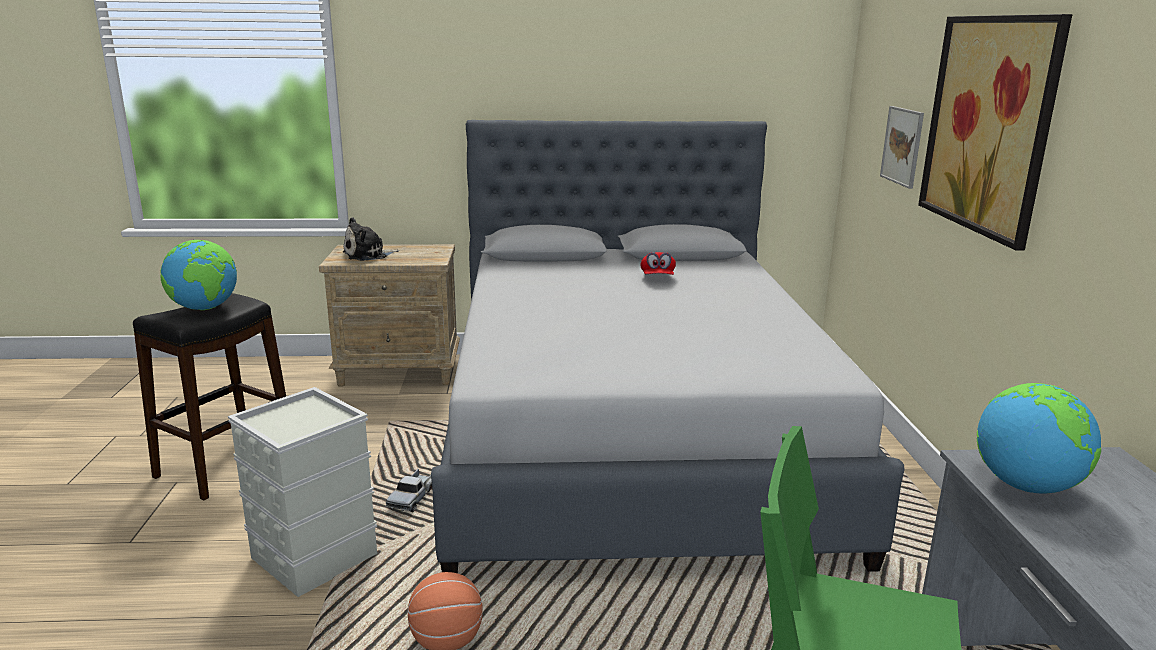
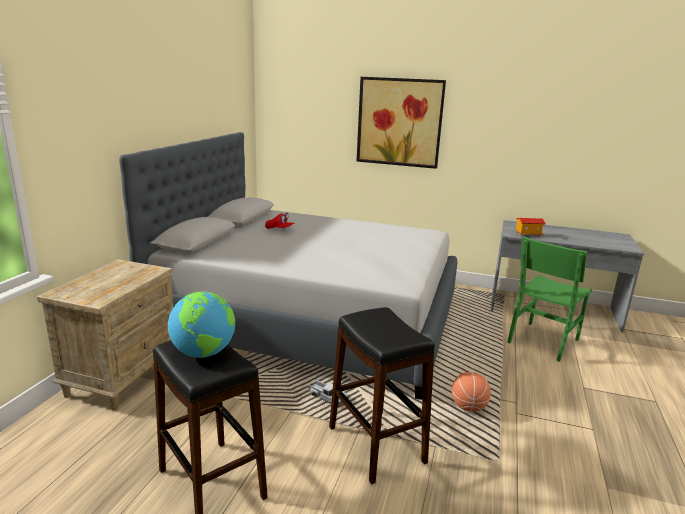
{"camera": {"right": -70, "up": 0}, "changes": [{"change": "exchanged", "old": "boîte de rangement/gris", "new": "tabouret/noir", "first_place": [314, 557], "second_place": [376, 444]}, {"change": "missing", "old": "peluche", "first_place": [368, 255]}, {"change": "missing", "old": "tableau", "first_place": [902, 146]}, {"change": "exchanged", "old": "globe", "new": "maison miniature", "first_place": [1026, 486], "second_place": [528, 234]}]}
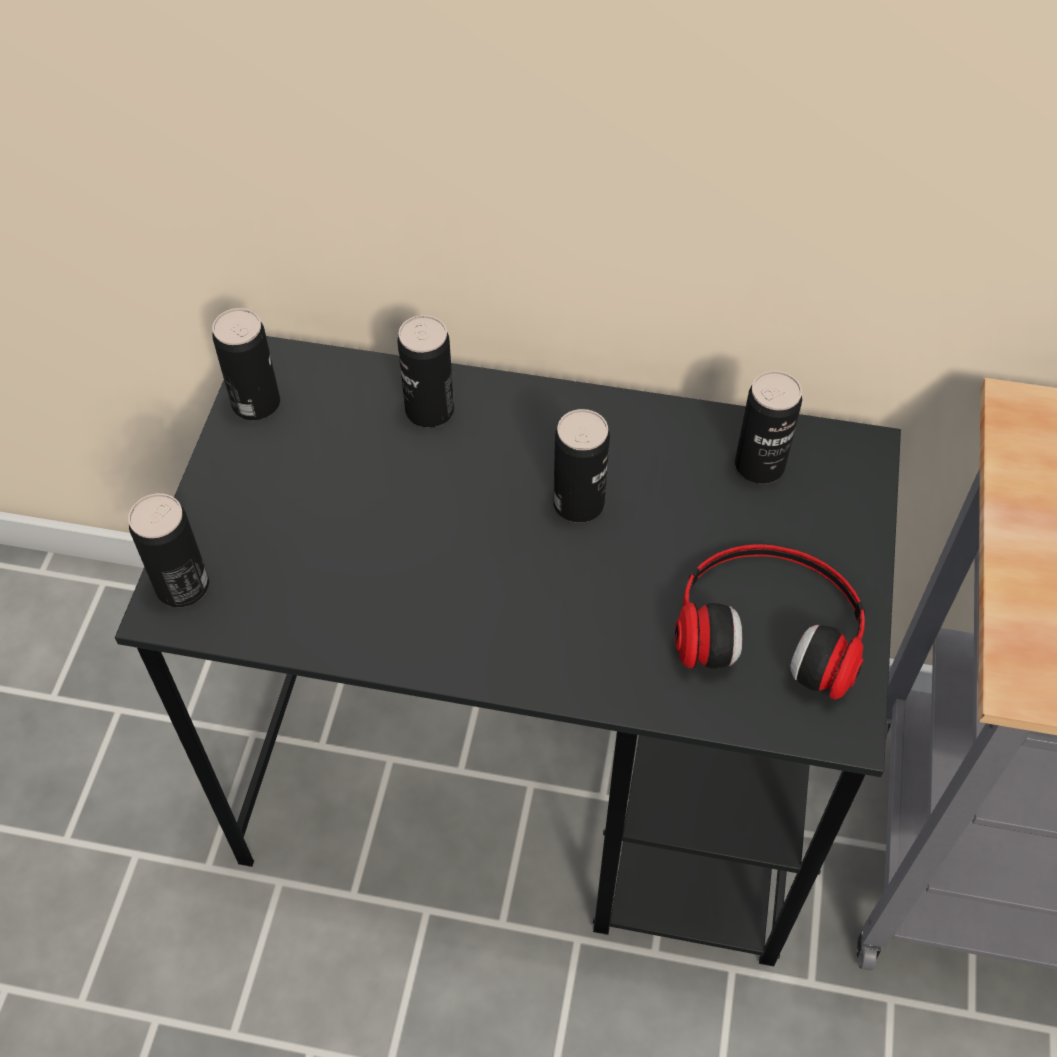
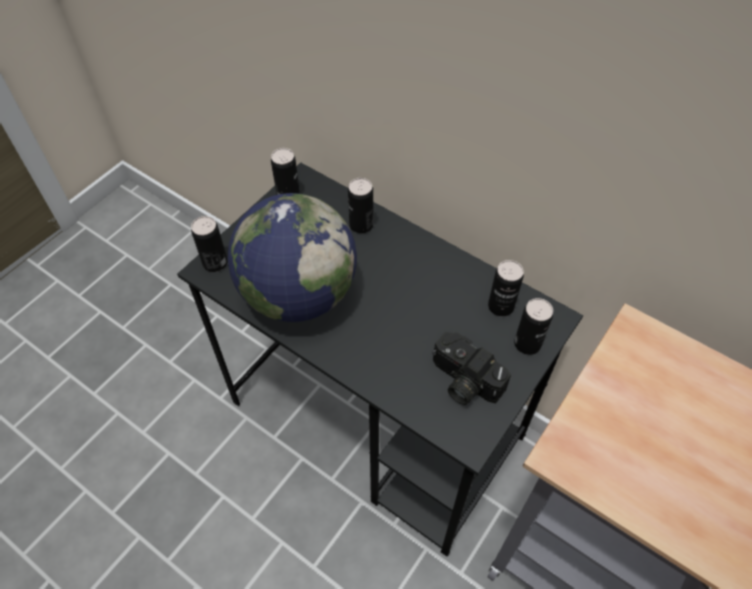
{"camera": {"right": 25, "up": 0}, "changes": [{"change": "relocated", "old": "boîte métallique", "first_place": [578, 503], "second_place": [527, 343]}, {"change": "exchanged", "old": "casque audio", "new": "appareil photo", "first_place": [769, 623], "second_place": [463, 381]}, {"change": "appeared", "new": "globe", "second_place": [298, 294]}]}
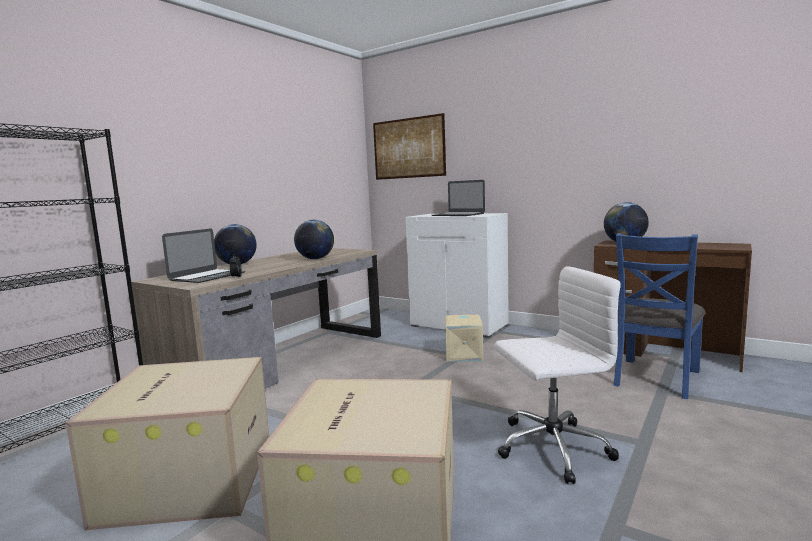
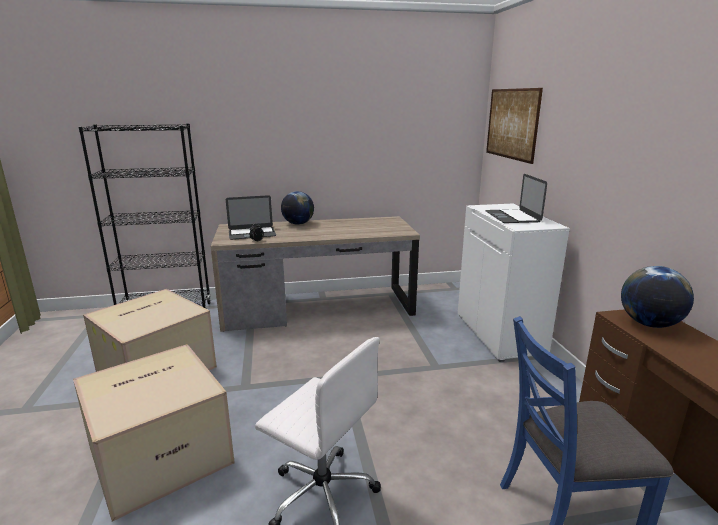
{"camera": {"right": 45, "up": 10}, "changes": [{"change": "missing", "old": "globe", "first_place": [315, 259]}, {"change": "missing", "old": "boîte de rangement/beige", "first_place": [463, 354]}]}
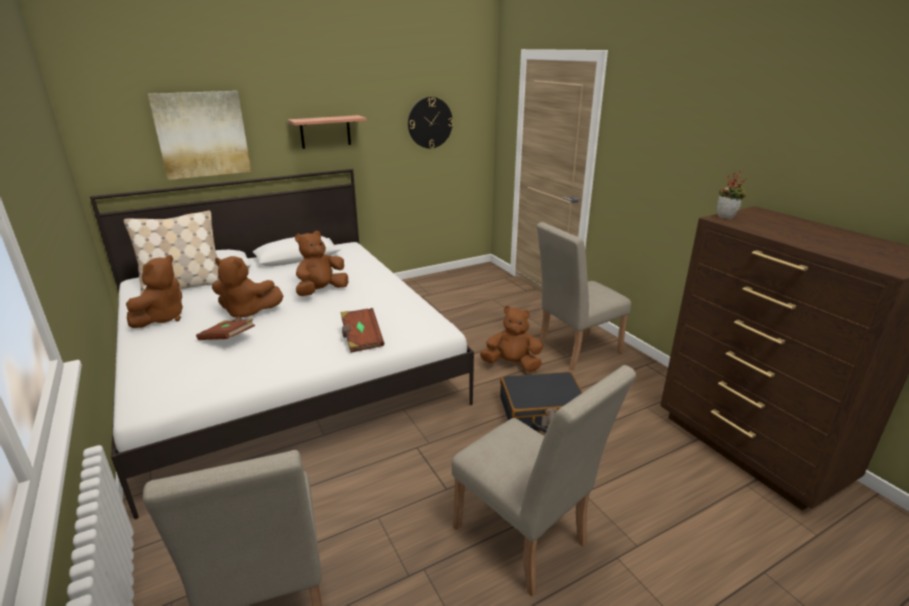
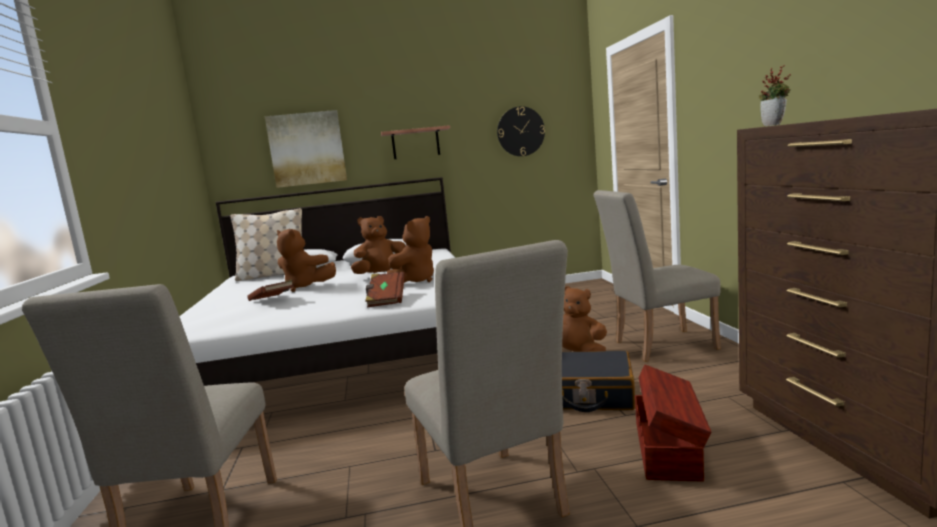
{"camera": {"right": 20, "up": -15}, "changes": [{"change": "relocated", "old": "peluche/marron", "first_place": [162, 318], "second_place": [415, 281]}, {"change": "appeared", "new": "boîte de rangement/marron", "second_place": [668, 449]}]}
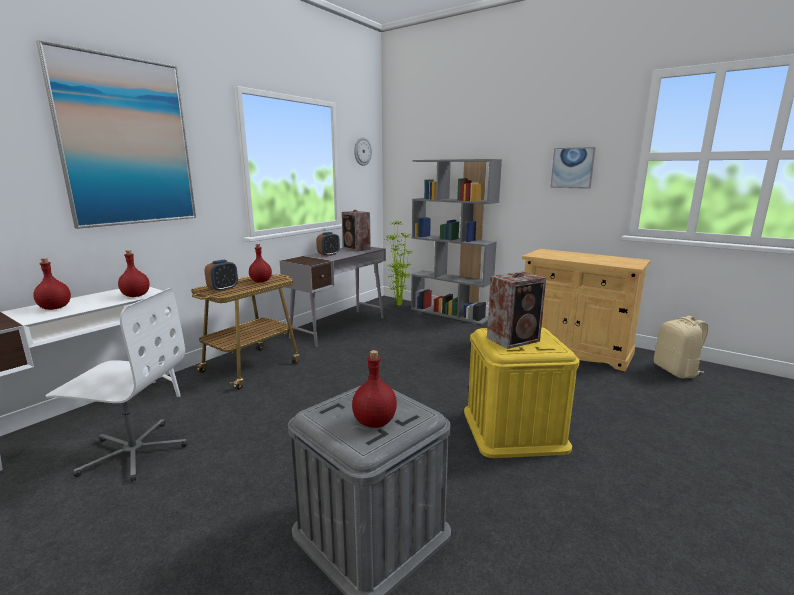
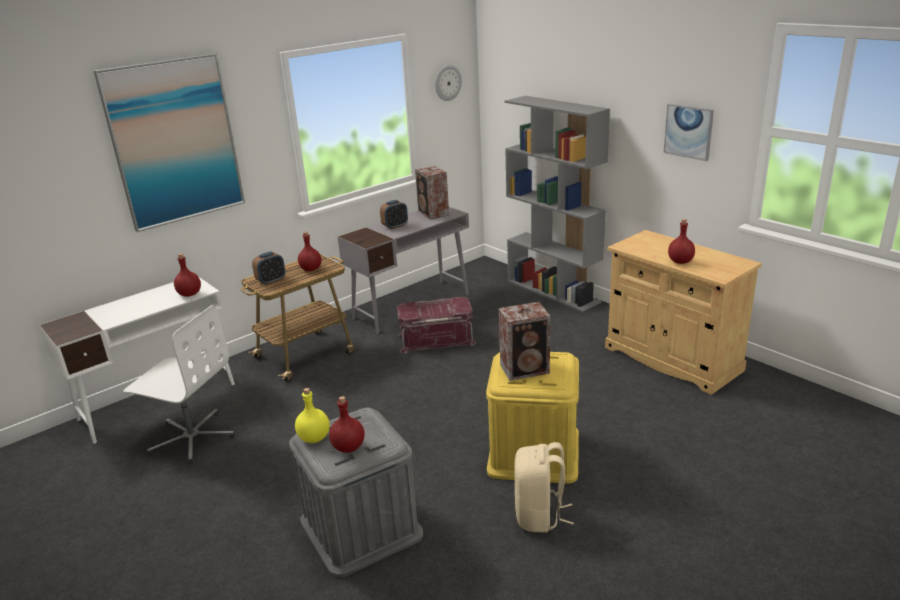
{"camera": {"right": 15, "up": 10}, "changes": [{"change": "relocated", "old": "bouteille/rouge", "first_place": [55, 308], "second_place": [680, 261]}, {"change": "missing", "old": "plante en pot", "first_place": [398, 304]}, {"change": "relocated", "old": "sac à dos/beige", "first_place": [676, 371], "second_place": [539, 515]}, {"change": "appeared", "new": "bouteille/jaune", "second_place": [315, 438]}, {"change": "appeared", "new": "boîte de rangement/rouge", "second_place": [436, 339]}]}
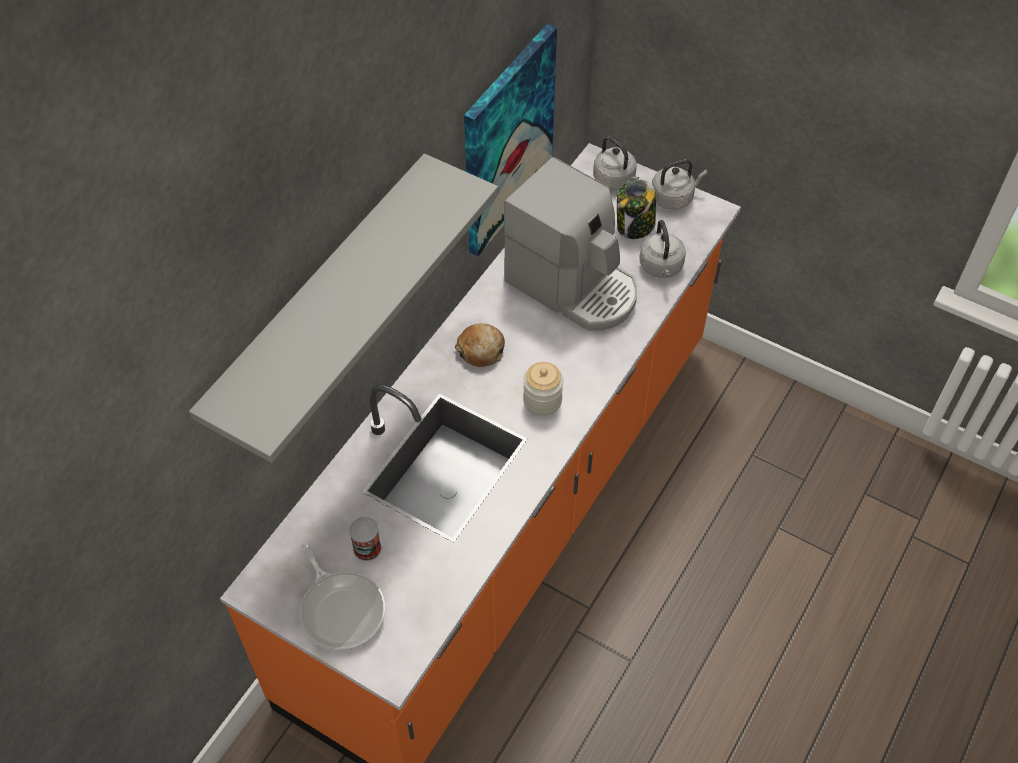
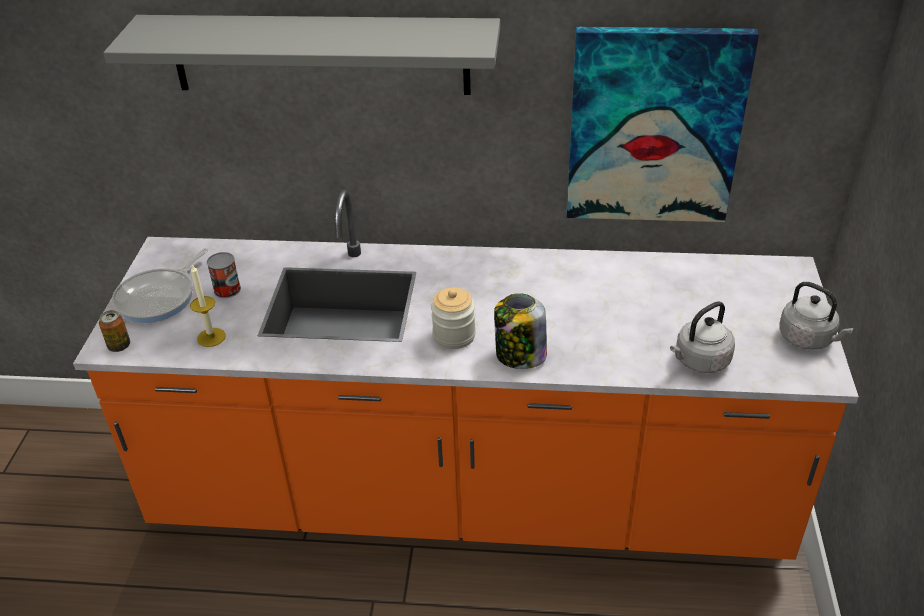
{"camera": {"right": 65, "up": -15}, "changes": [{"change": "missing", "old": "pain", "first_place": [481, 350]}, {"change": "missing", "old": "machine à café", "first_place": [573, 286]}, {"change": "missing", "old": "bouilloire/gris", "first_place": [615, 180]}, {"change": "relocated", "old": "bocal", "first_place": [635, 226], "second_place": [519, 355]}, {"change": "appeared", "new": "boîte métallique", "second_place": [119, 346]}, {"change": "appeared", "new": "bougie", "second_place": [211, 337]}]}
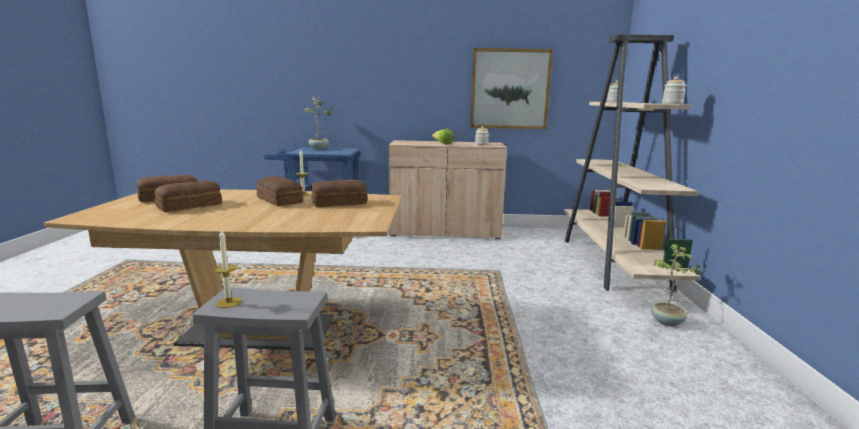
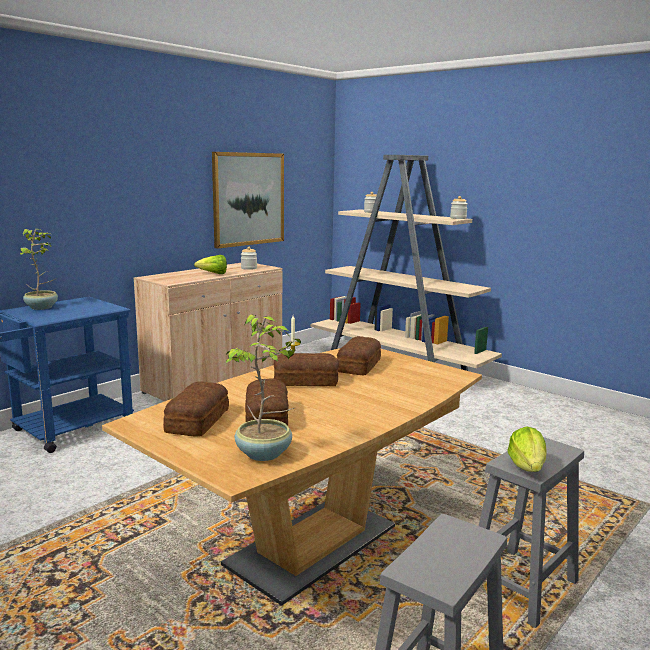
{"camera": {"right": -50, "up": 0}, "changes": [{"change": "exchanged", "old": "bougie", "new": "laitue", "first_place": [228, 302], "second_place": [527, 467]}, {"change": "relocated", "old": "plante en pot", "first_place": [668, 322], "second_place": [265, 454]}]}
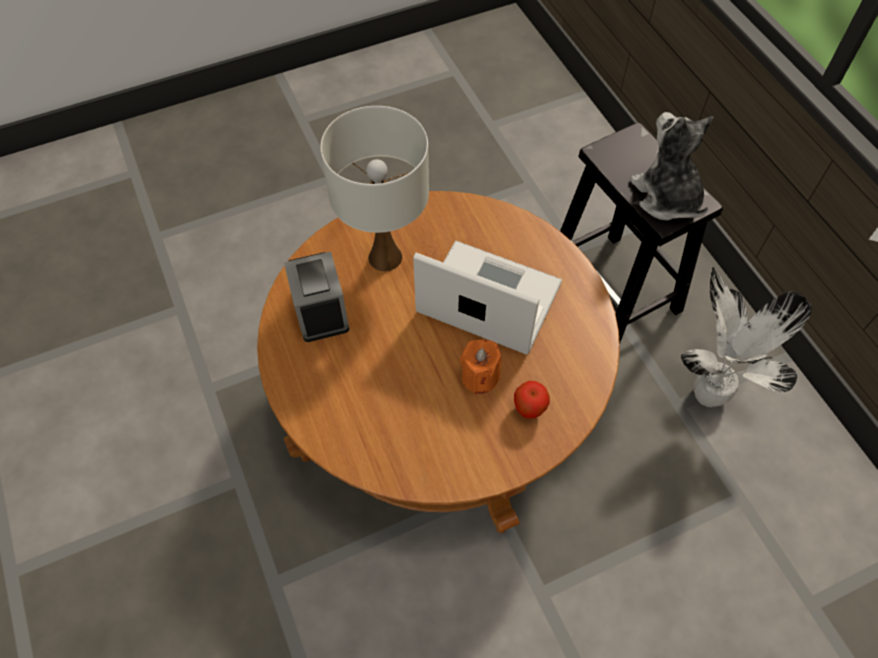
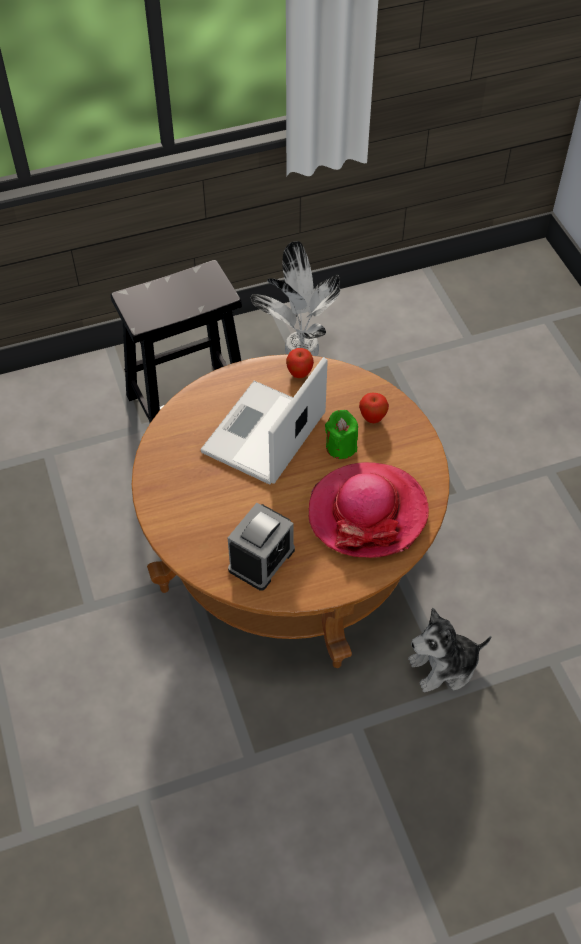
{"camera": {"right": -85, "up": -5}, "changes": [{"change": "spun", "old": "réveil", "first_place": [320, 311], "second_place": [261, 559], "degrees": 135}, {"change": "missing", "old": "lampe de table/blanc", "first_place": [384, 257]}, {"change": "colour", "old": "bougie/orange", "new": "bougie/vert", "first_place": [480, 377], "second_place": [341, 447]}, {"change": "relocated", "old": "peluche", "first_place": [666, 197], "second_place": [444, 666]}, {"change": "appeared", "new": "pomme", "second_place": [299, 374]}, {"change": "appeared", "new": "chapeau", "second_place": [367, 512]}]}
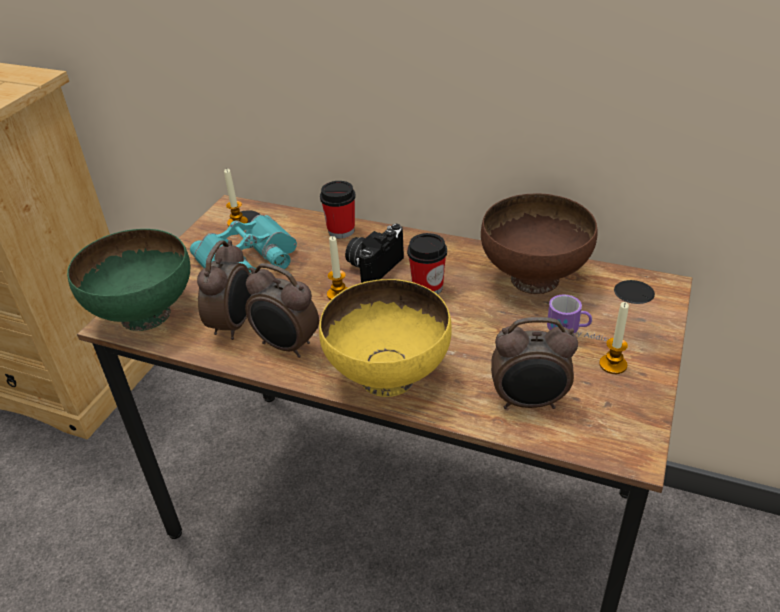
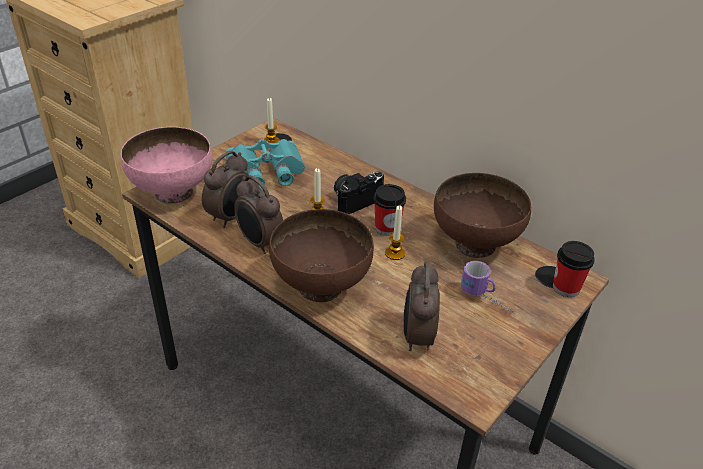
{"camera": {"right": 15, "up": 0}, "changes": [{"change": "colour", "old": "bol/vert", "new": "bol/rose", "first_place": [144, 315], "second_place": [172, 193]}, {"change": "colour", "old": "bol/jaune", "new": "bol/marron", "first_place": [389, 377], "second_place": [322, 287]}, {"change": "relocated", "old": "tasse", "first_place": [341, 231], "second_place": [566, 288]}, {"change": "spun", "old": "réveil", "first_place": [529, 402], "second_place": [417, 337], "degrees": 75}, {"change": "relocated", "old": "bougie", "first_place": [613, 365], "second_place": [395, 253]}]}
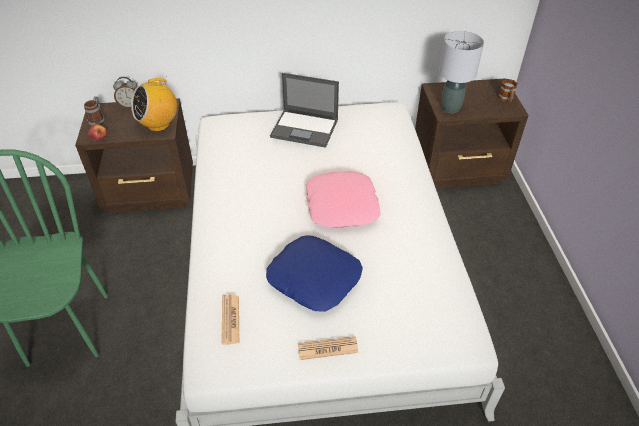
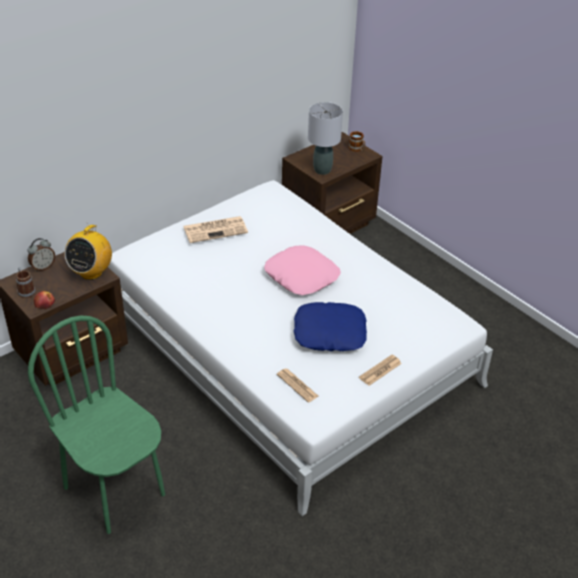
{"camera": {"right": -35, "up": -5}, "changes": [{"change": "exchanged", "old": "ordinateur portable", "new": "journal", "first_place": [305, 128], "second_place": [216, 229]}]}
